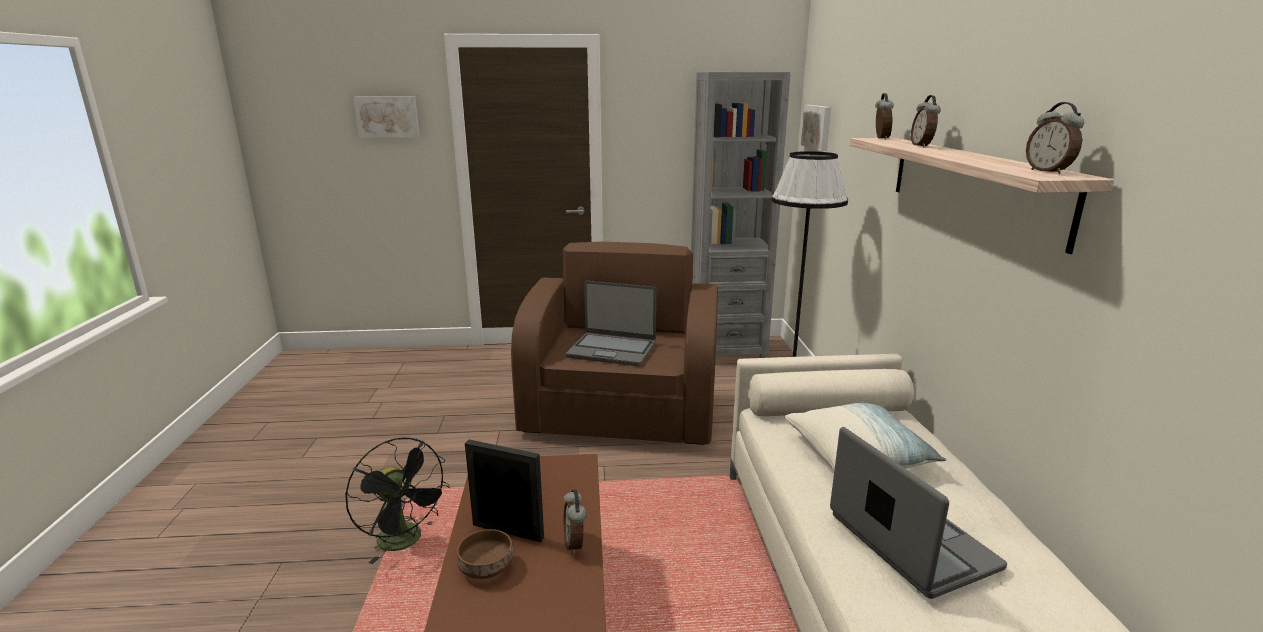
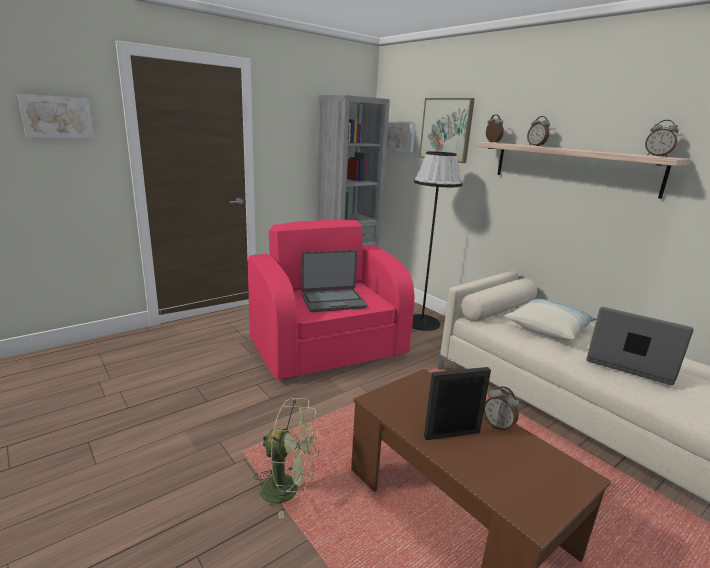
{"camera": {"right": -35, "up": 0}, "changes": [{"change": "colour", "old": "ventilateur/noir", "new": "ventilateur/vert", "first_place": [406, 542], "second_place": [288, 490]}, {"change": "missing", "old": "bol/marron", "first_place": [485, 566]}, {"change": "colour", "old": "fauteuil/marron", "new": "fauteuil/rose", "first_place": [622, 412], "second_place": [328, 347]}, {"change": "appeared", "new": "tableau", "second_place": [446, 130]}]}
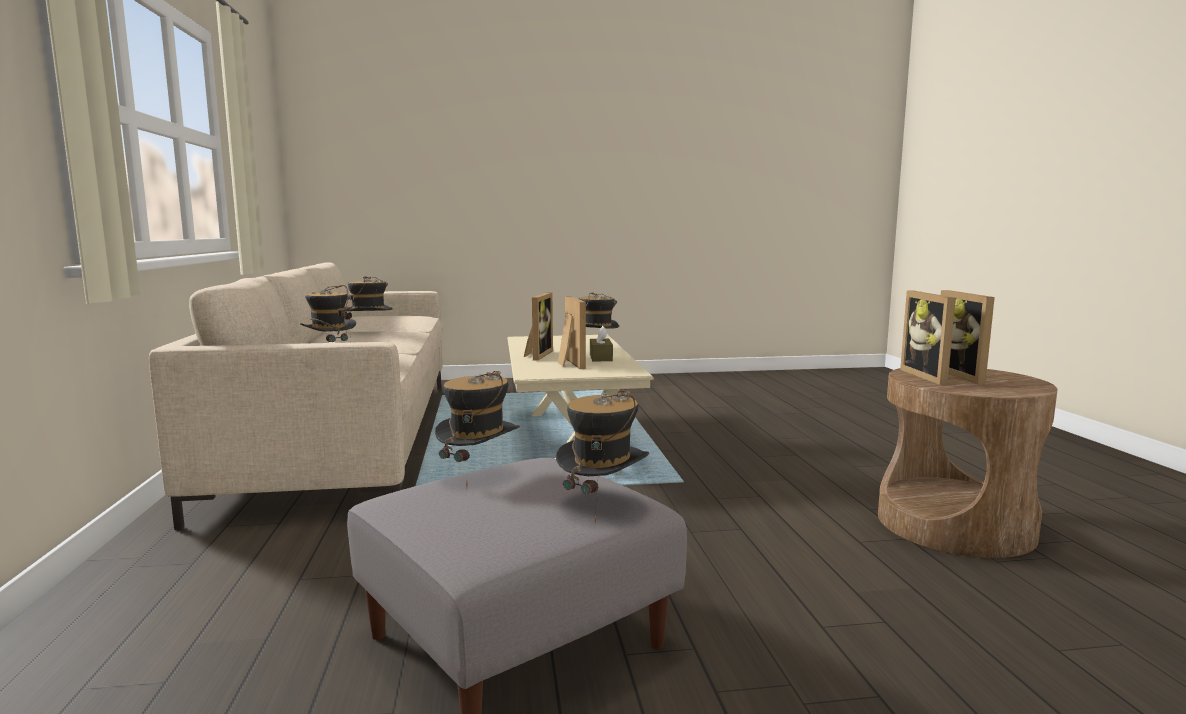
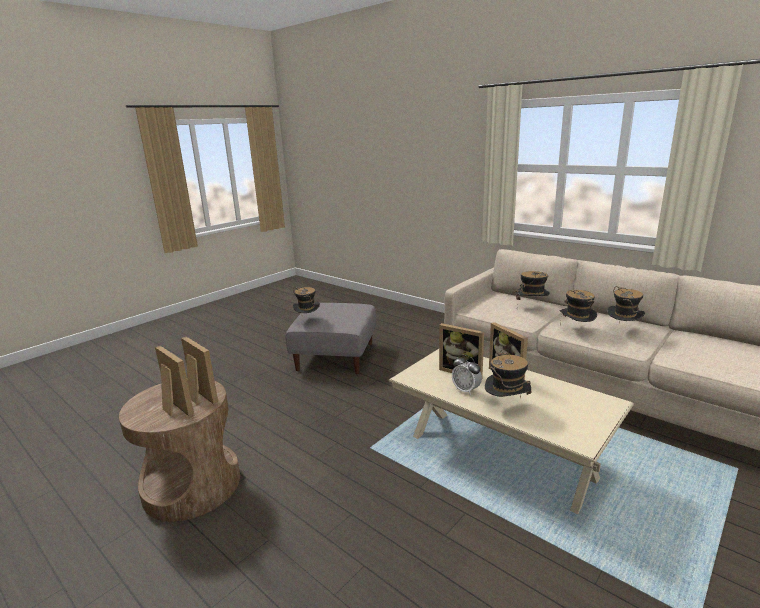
{"camera": {"right": 140, "up": 10}, "changes": [{"change": "relocated", "old": "chapeau", "first_place": [478, 473], "second_place": [575, 331]}, {"change": "exchanged", "old": "boîte à mouchoirs/marron", "new": "réveil", "first_place": [600, 357], "second_place": [466, 390]}]}
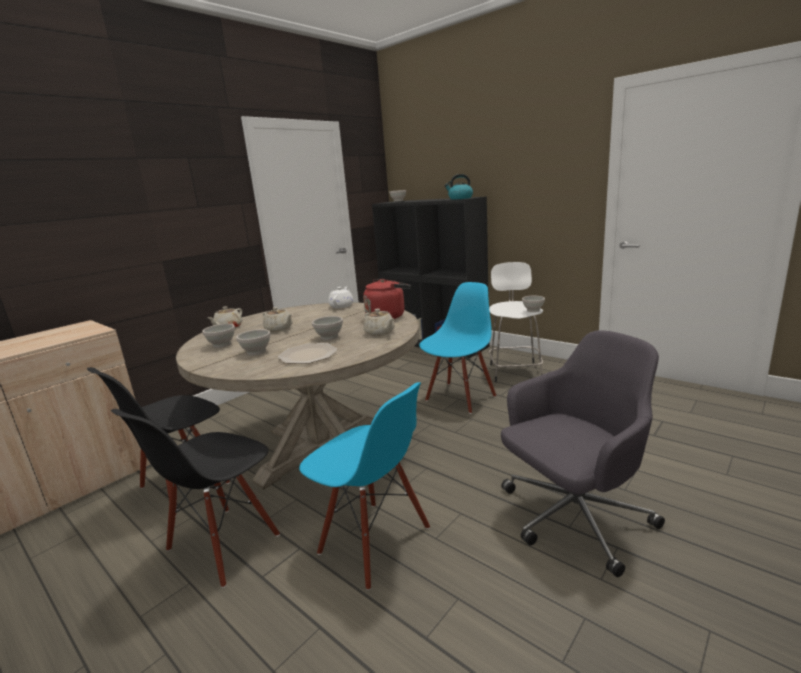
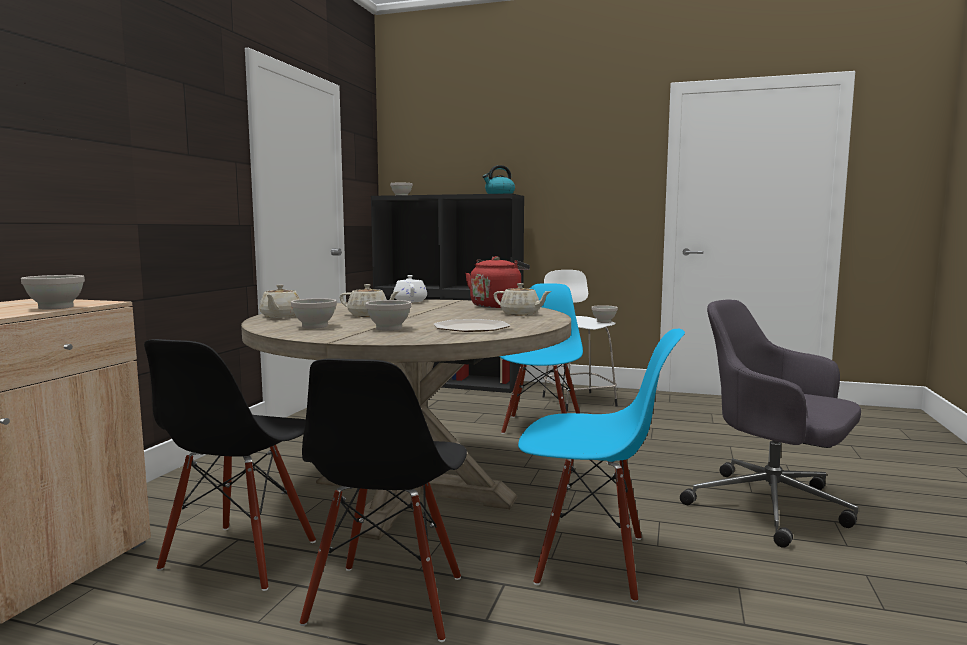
{"camera": {"right": -25, "up": -10}, "changes": [{"change": "relocated", "old": "bol/blanc", "first_place": [329, 337], "second_place": [55, 307]}, {"change": "spun", "old": "chaise de bureau/gris", "first_place": [573, 518], "second_place": [772, 507], "degrees": -90}]}
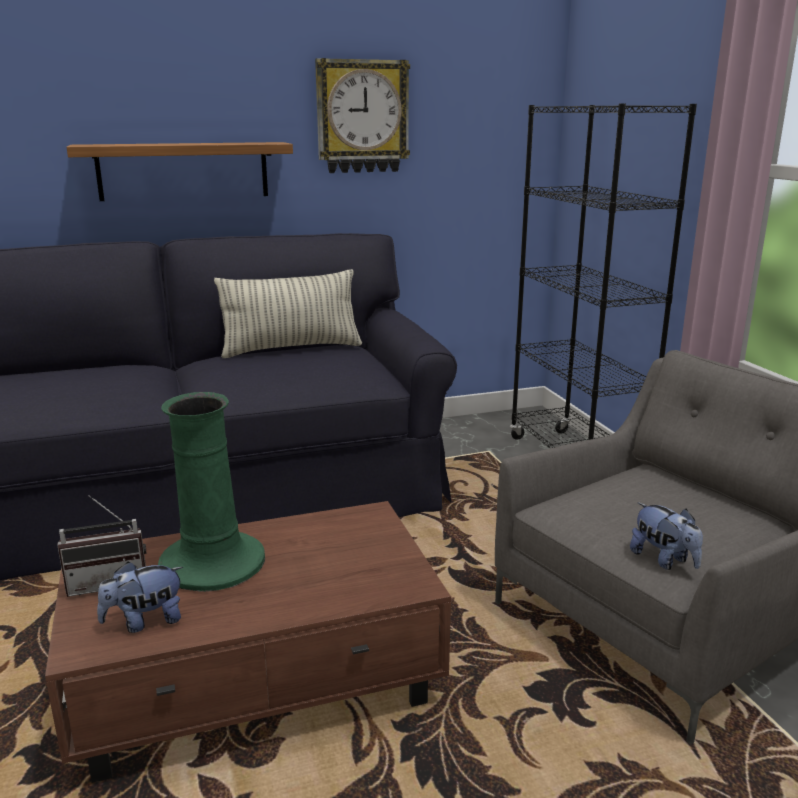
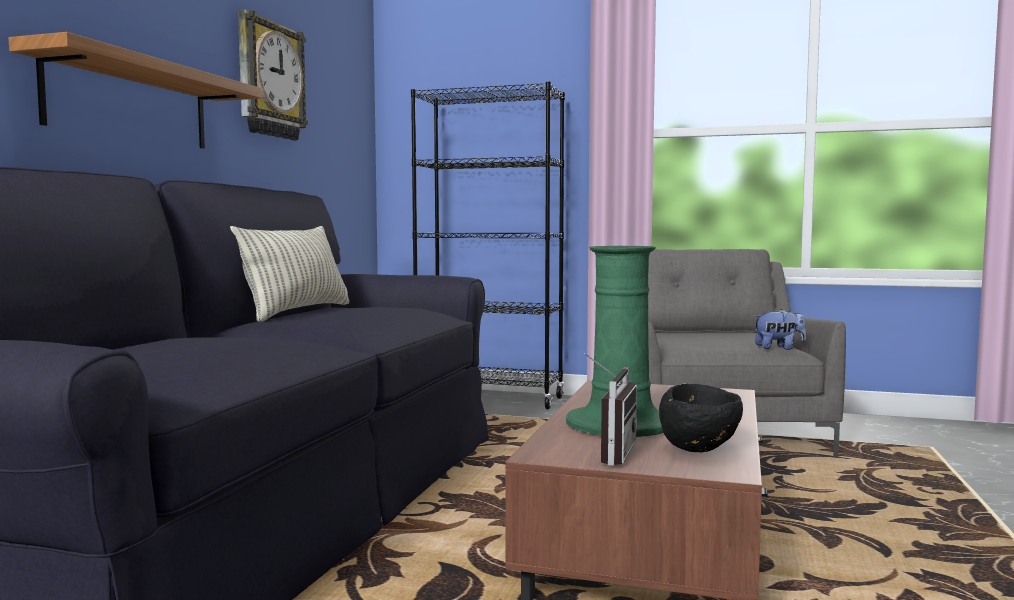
{"camera": {"right": -55, "up": -15}, "changes": [{"change": "exchanged", "old": "peluche", "new": "bol/noir", "first_place": [145, 621], "second_place": [700, 450]}]}
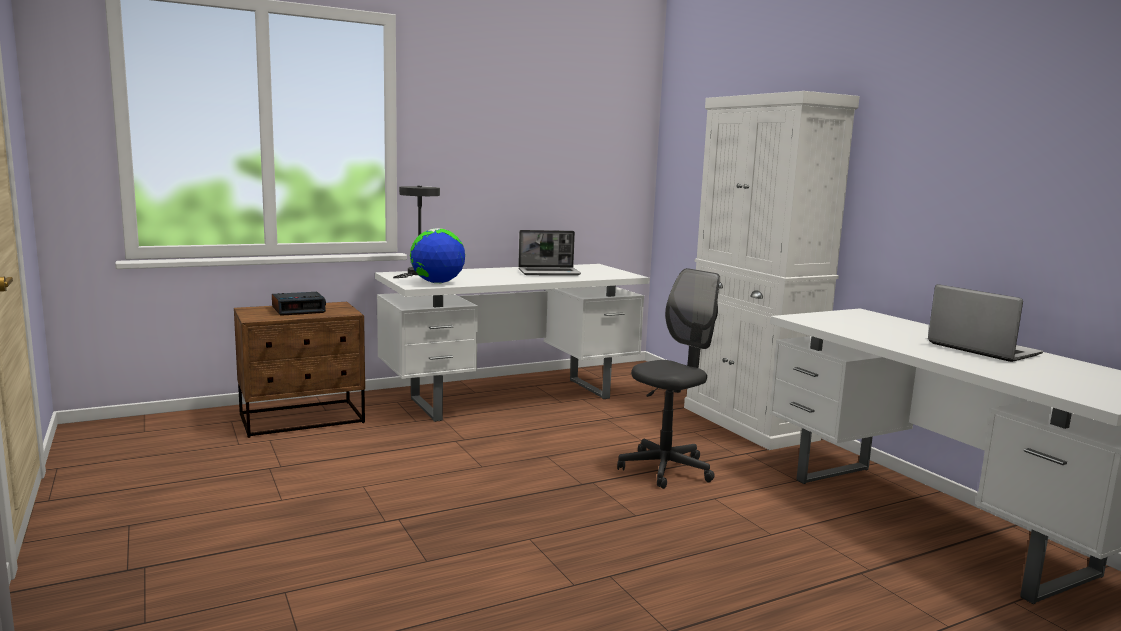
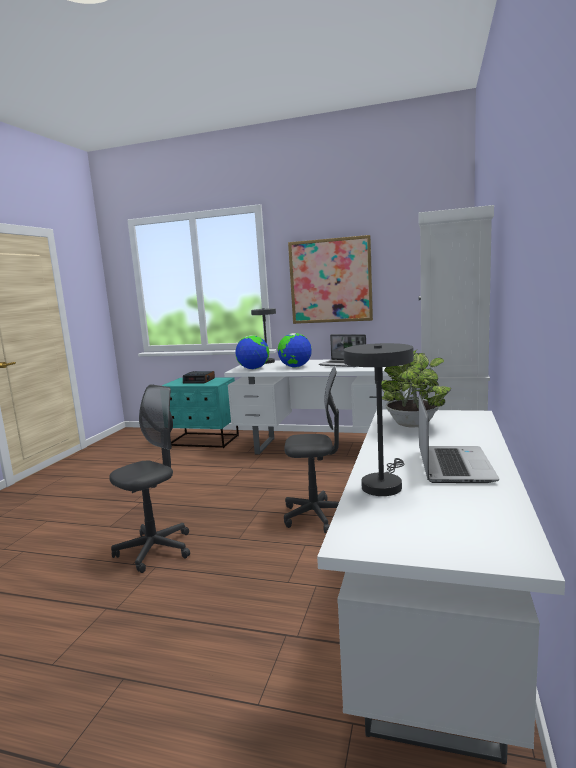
{"camera": {"right": 45, "up": 0}, "changes": [{"change": "colour", "old": "table de chevet/marron", "new": "table de chevet/turquoise", "first_place": [303, 419], "second_place": [203, 441]}, {"change": "appeared", "new": "chaise de bureau/gris", "second_place": [155, 550]}, {"change": "appeared", "new": "globe", "second_place": [295, 367]}, {"change": "appeared", "new": "tableau", "second_place": [330, 281]}, {"change": "appeared", "new": "lampe de table/gris", "second_place": [383, 484]}, {"change": "appeared", "new": "plante en pot", "second_place": [412, 425]}]}
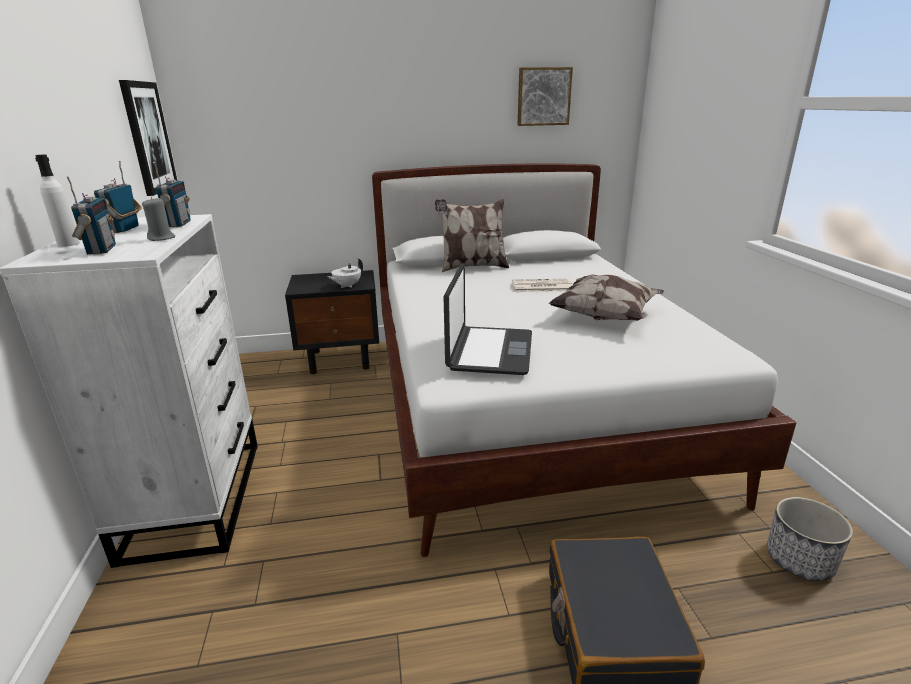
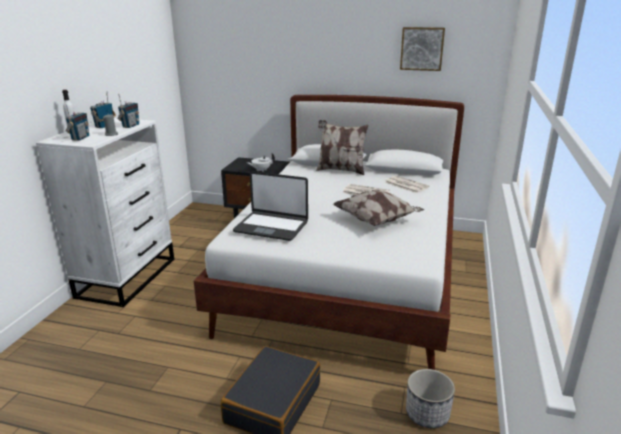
{"camera": {"right": 25, "up": 0}, "changes": [{"change": "missing", "old": "tableau", "first_place": [148, 137]}, {"change": "spun", "old": "ordinateur portable", "first_place": [489, 351], "second_place": [271, 226], "degrees": 75}, {"change": "appeared", "new": "journal", "second_place": [405, 185]}]}
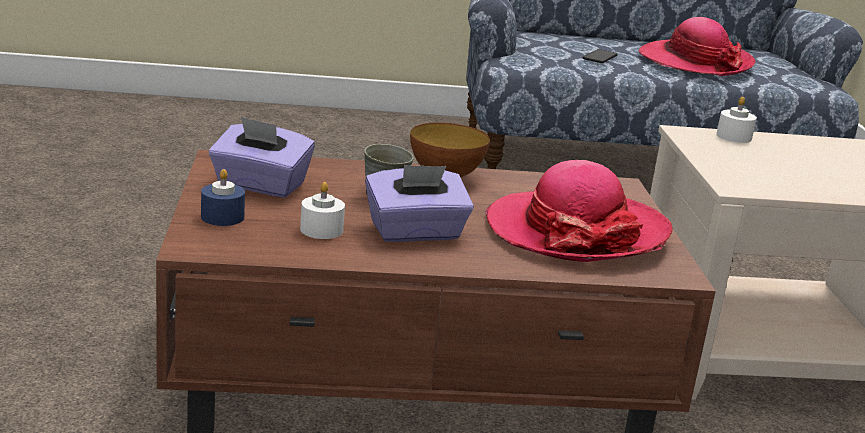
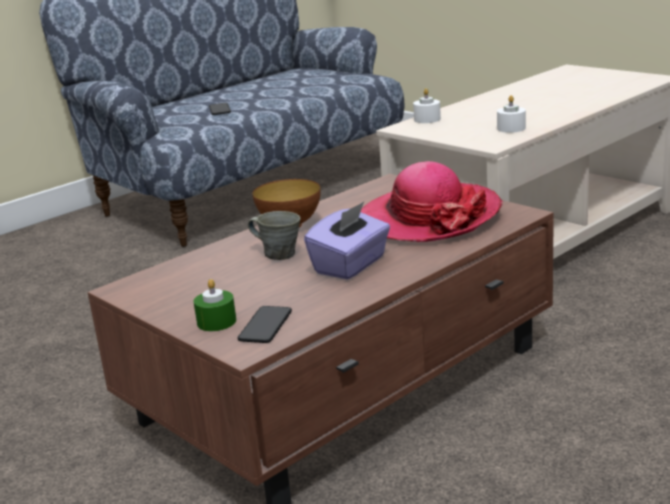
{"camera": {"right": -35, "up": 0}, "changes": [{"change": "colour", "old": "bougie/bleu", "new": "bougie/vert", "first_place": [222, 217], "second_place": [216, 322]}, {"change": "missing", "old": "boîte à mouchoirs/violet", "first_place": [260, 185]}, {"change": "relocated", "old": "bougie/blanc", "first_place": [321, 230], "second_place": [511, 128]}, {"change": "missing", "old": "chapeau", "first_place": [695, 62]}, {"change": "appeared", "new": "téléphone", "second_place": [265, 326]}]}
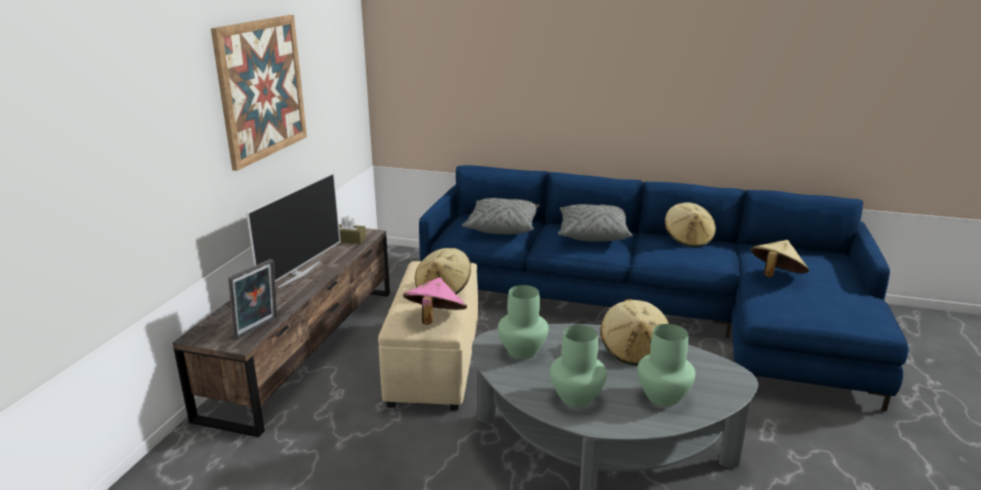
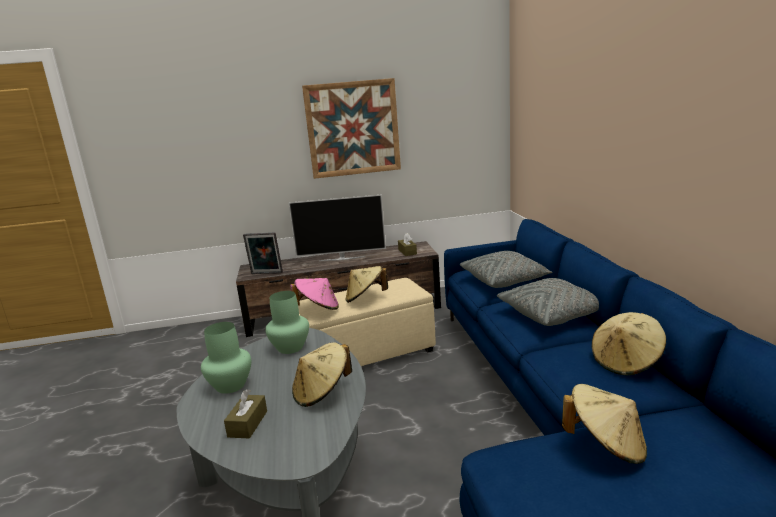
{"camera": {"right": 65, "up": -5}, "changes": [{"change": "exchanged", "old": "vase/vert", "new": "boîte à mouchoirs/marron", "first_place": [662, 396], "second_place": [248, 424]}]}
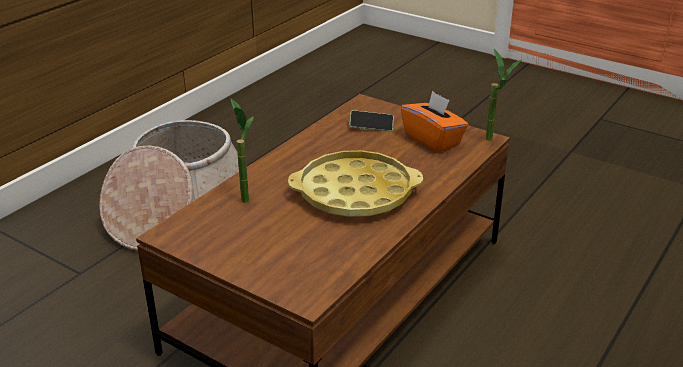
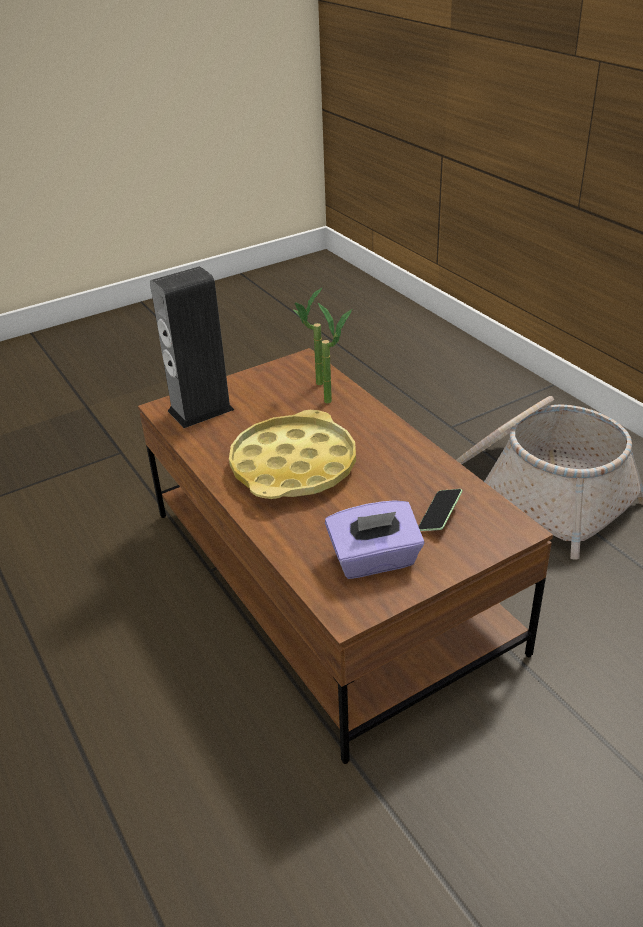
{"camera": {"right": 115, "up": 5}, "changes": [{"change": "colour", "old": "boîte à mouchoirs/orange", "new": "boîte à mouchoirs/violet", "first_place": [433, 139], "second_place": [374, 560]}, {"change": "relocated", "old": "plante en pot", "first_place": [495, 141], "second_place": [312, 385]}, {"change": "appeared", "new": "enceinte", "second_place": [201, 410]}]}
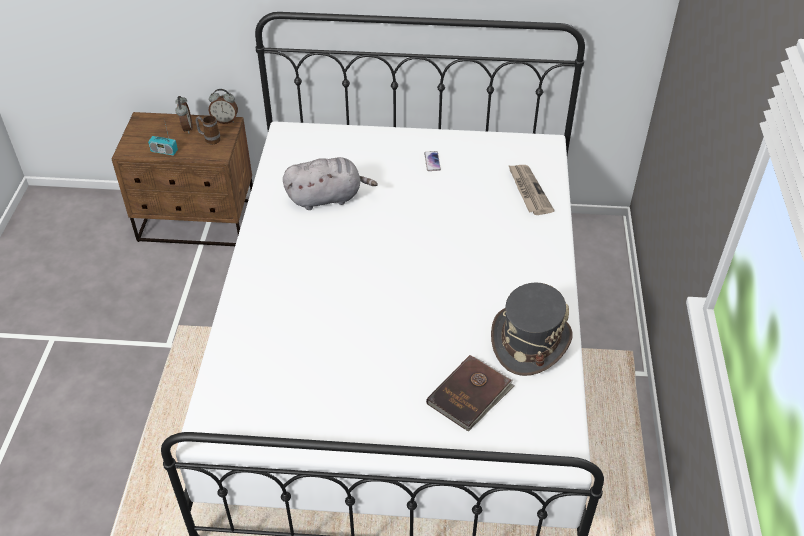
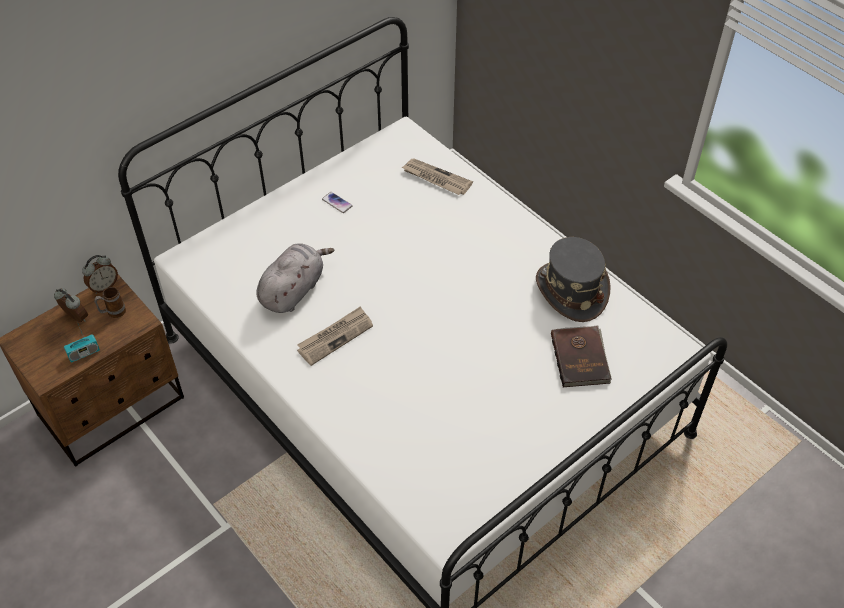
{"camera": {"right": -45, "up": 5}, "changes": [{"change": "appeared", "new": "journal", "second_place": [335, 337]}]}
